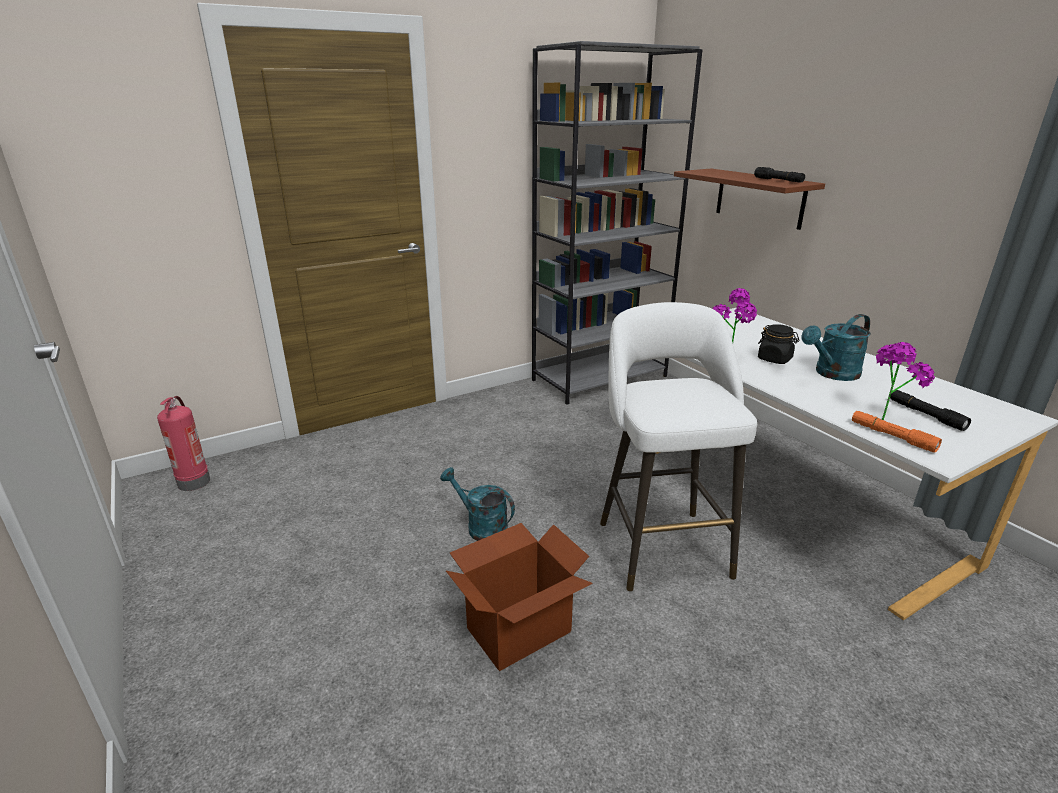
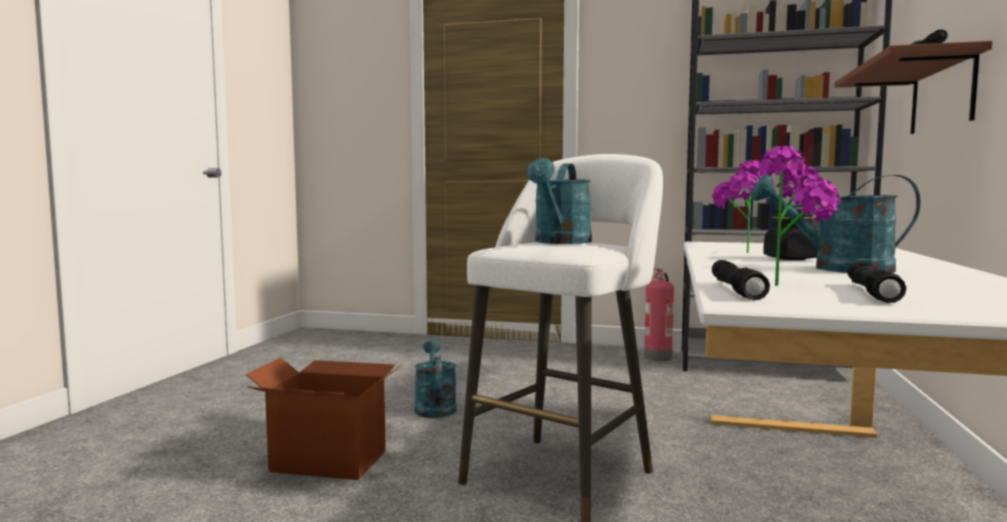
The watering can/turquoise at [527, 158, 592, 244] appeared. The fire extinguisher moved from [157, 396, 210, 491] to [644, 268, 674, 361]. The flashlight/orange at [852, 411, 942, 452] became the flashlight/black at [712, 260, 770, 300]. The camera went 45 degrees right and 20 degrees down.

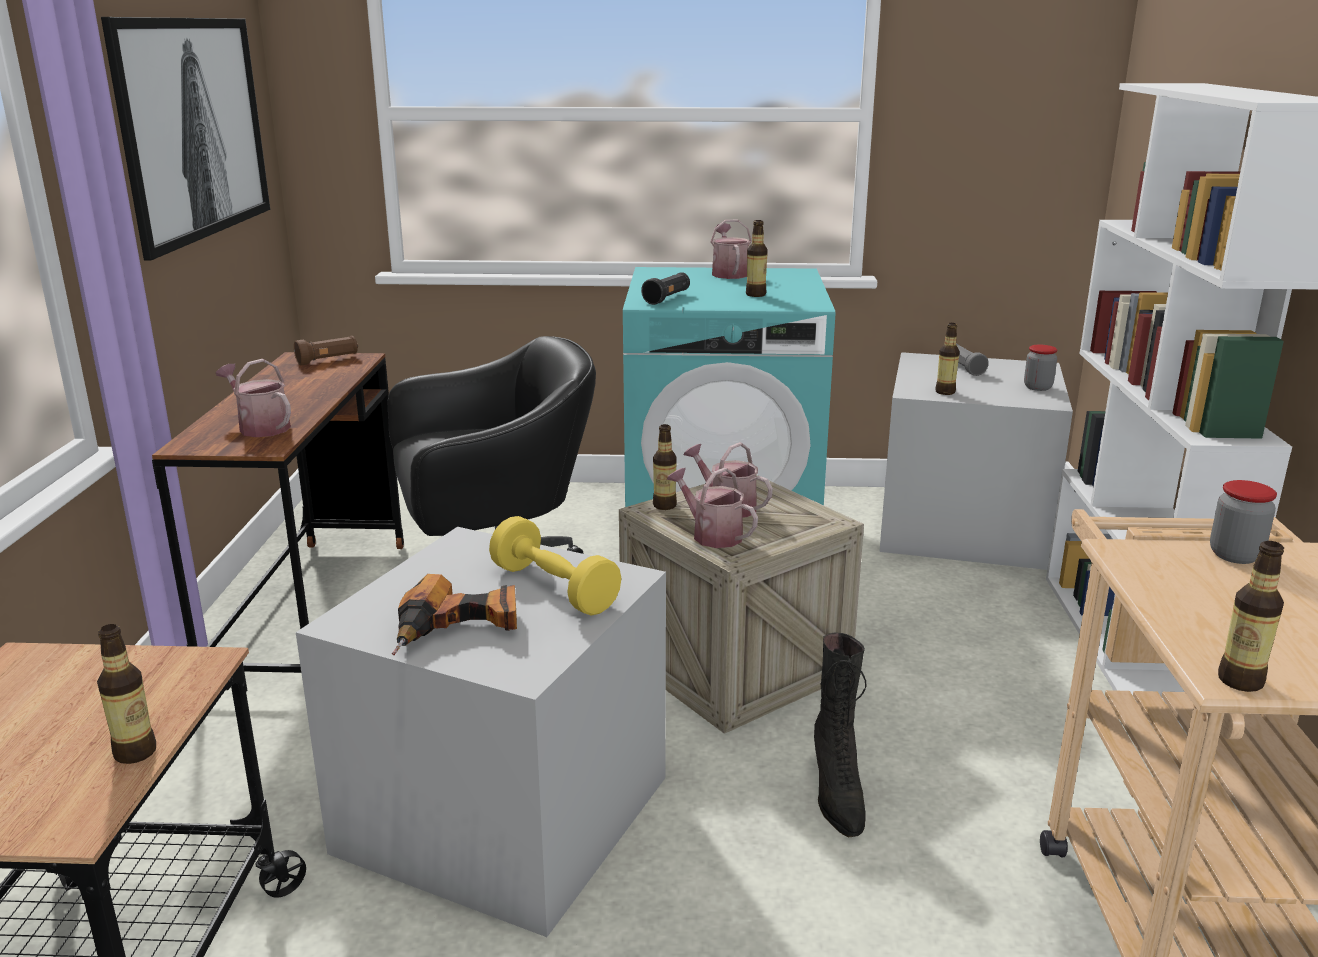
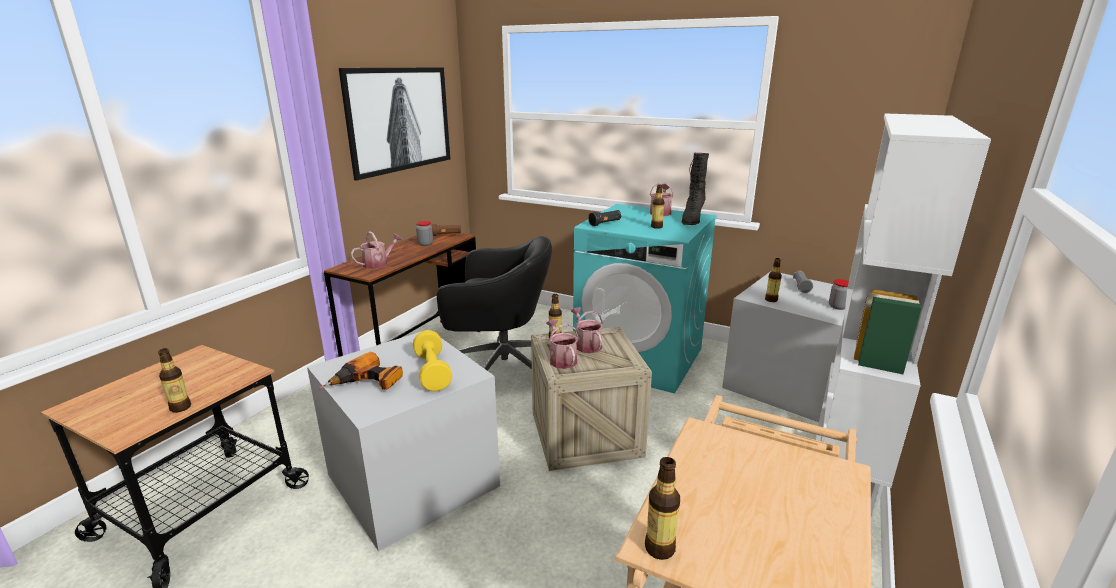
The boot/black moved from [814, 633, 866, 837] to [682, 153, 709, 225]. The jar moved from [1210, 480, 1277, 564] to [416, 221, 433, 246]. The watering can at [216, 359, 291, 437] turned 75 degrees clockwise. The camera went 25 degrees right and 0 degrees up.

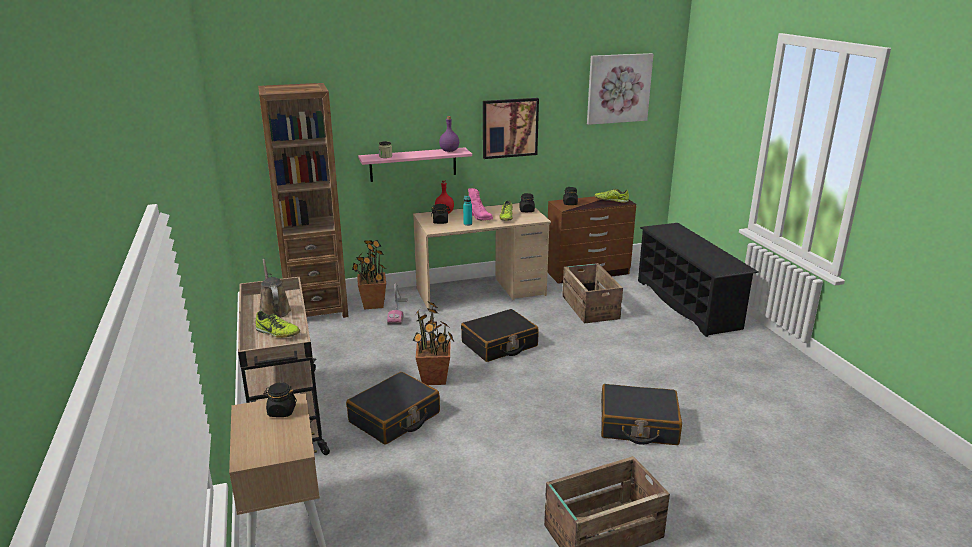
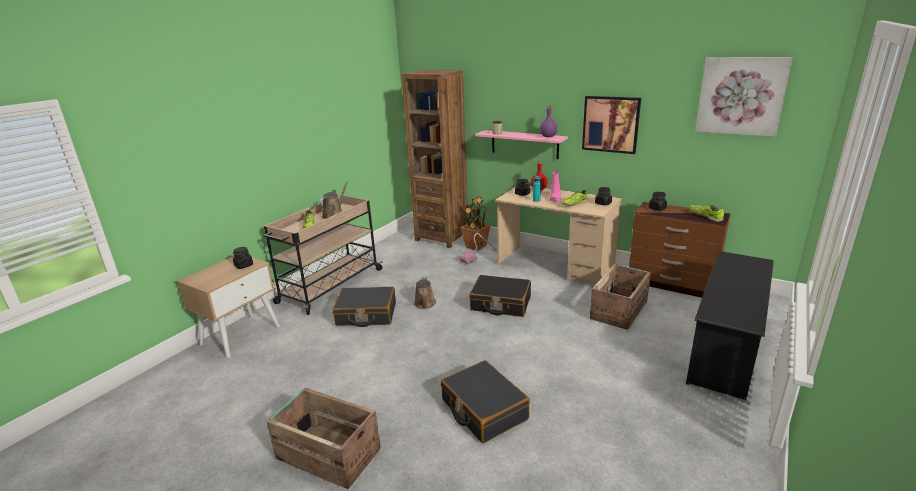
The potted plant at [412, 301, 454, 385] was replaced by the watering can/brown at [414, 277, 436, 309]. The camera went 50 degrees right and 0 degrees up.

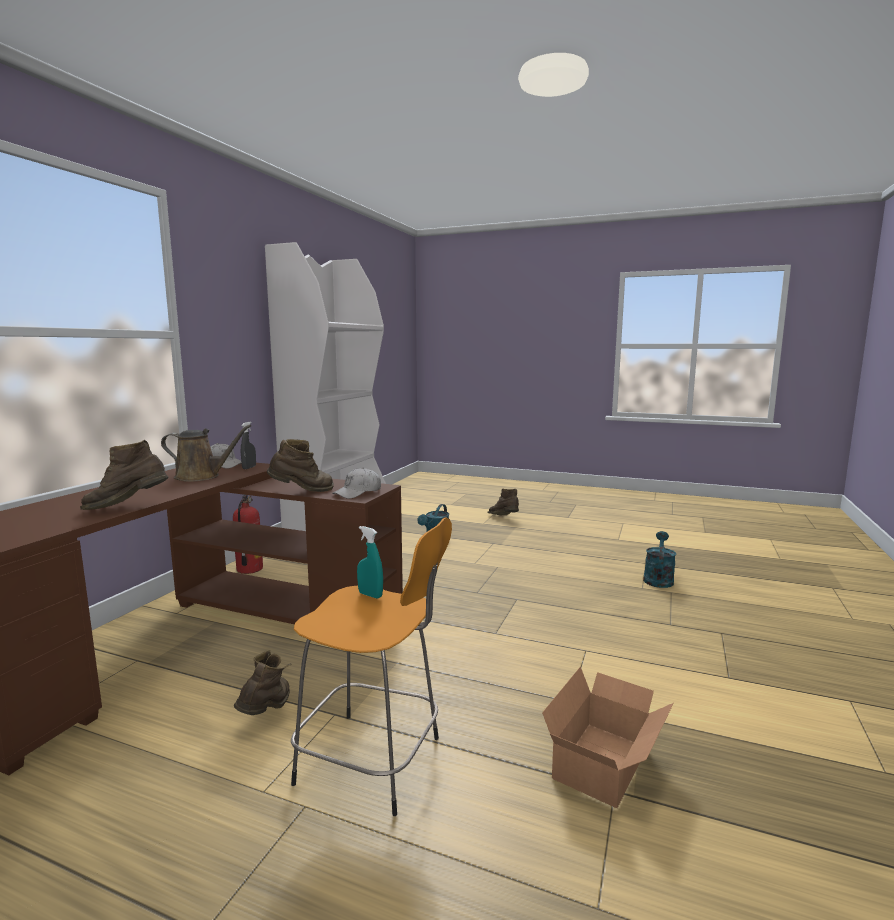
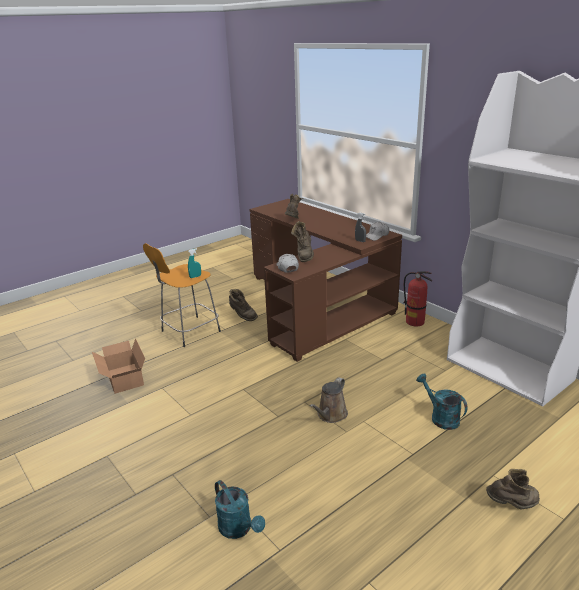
The watering can/brown moved from [161, 424, 251, 482] to [309, 378, 348, 423]. The camera went 120 degrees right and 15 degrees up.

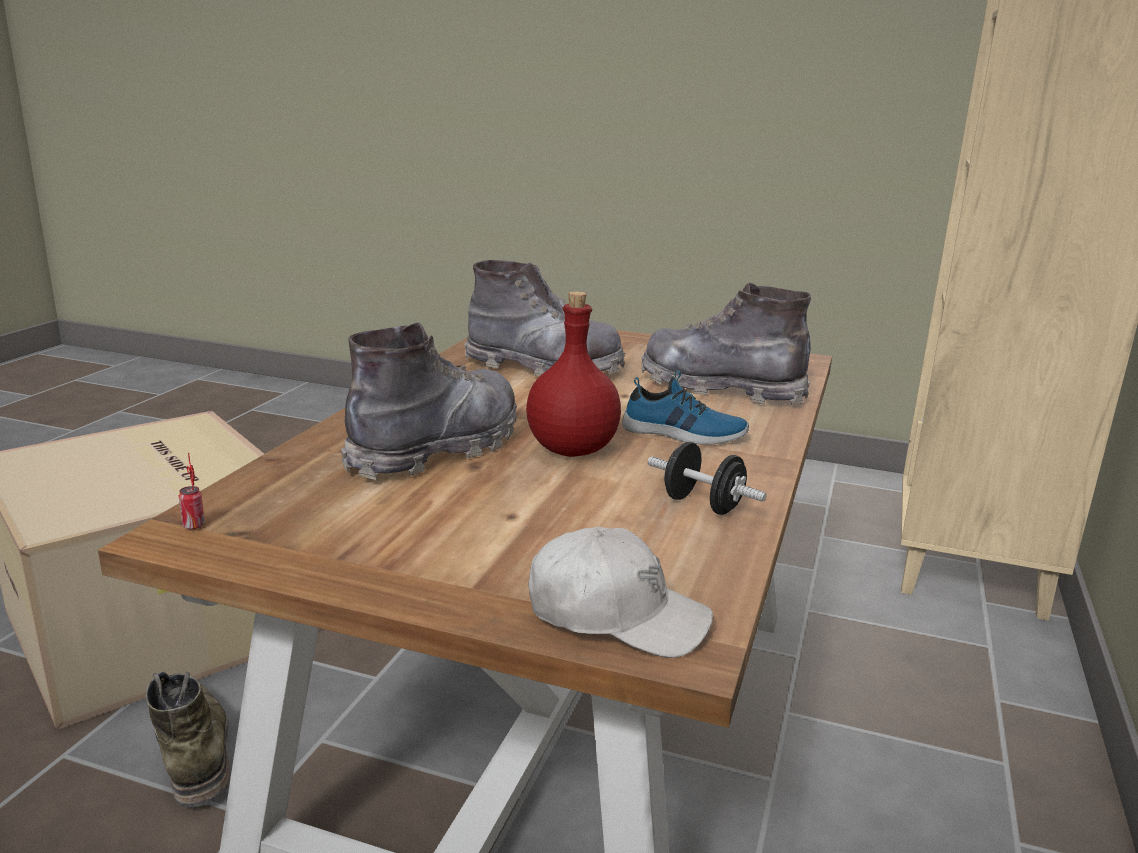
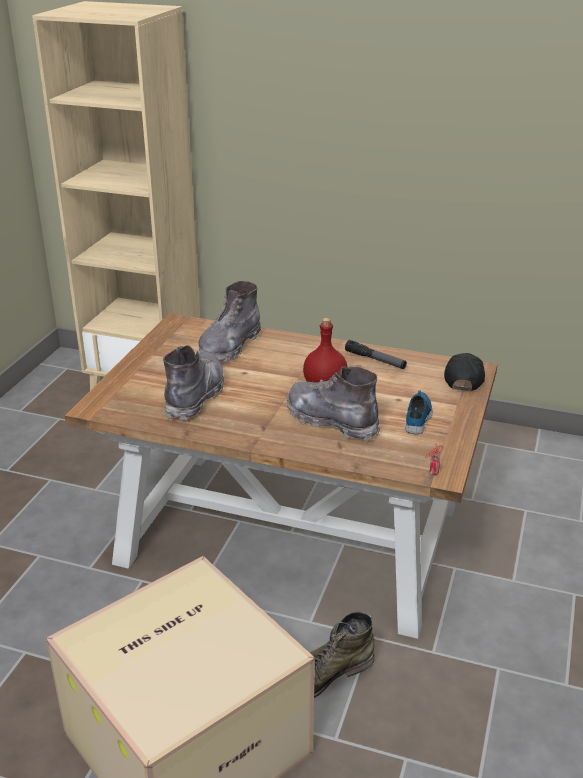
The shoe moved from [622, 370, 749, 444] to [405, 391, 433, 434]. The dumbbell/black at [648, 442, 767, 515] was replaced by the flashlight at [345, 340, 407, 369]. The cap/white at [528, 527, 713, 658] became the cap/black at [444, 353, 485, 390]. The camera went 90 degrees left and 10 degrees up.

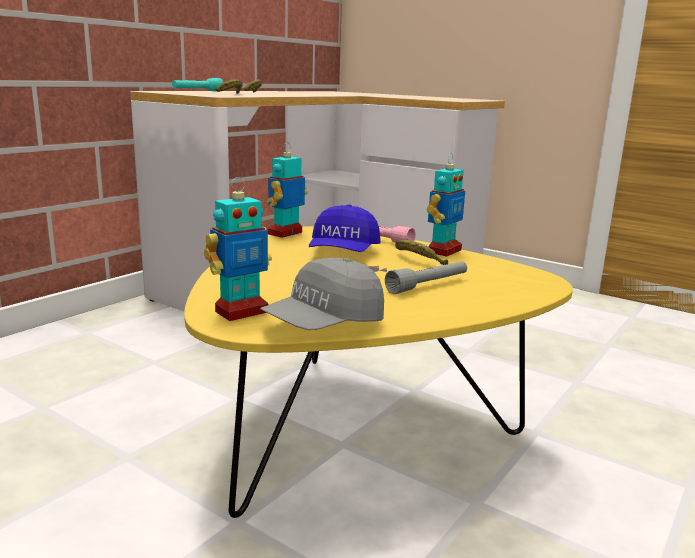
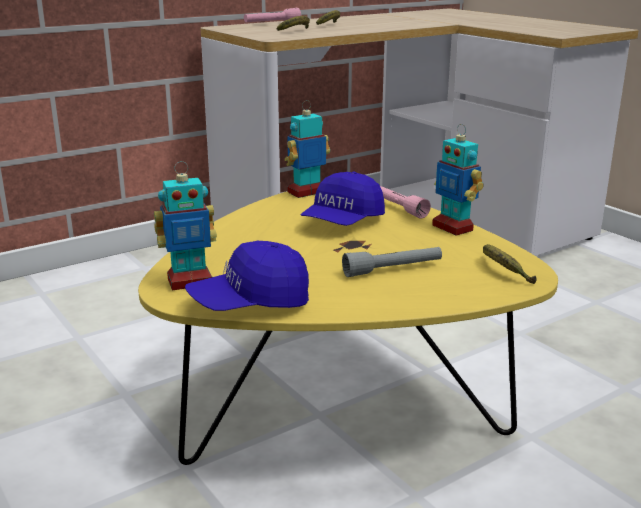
The banana moved from [395, 240, 448, 265] to [483, 244, 537, 284]. The flashlight/turquoise at [172, 78, 223, 91] became the flashlight/pink at [244, 8, 301, 22]. The cap/grey at [260, 258, 384, 330] became the cap/blue at [185, 241, 309, 311]. The toy robot at [427, 153, 465, 257] turned 90 degrees clockwise. The camera went 20 degrees right and 5 degrees up.

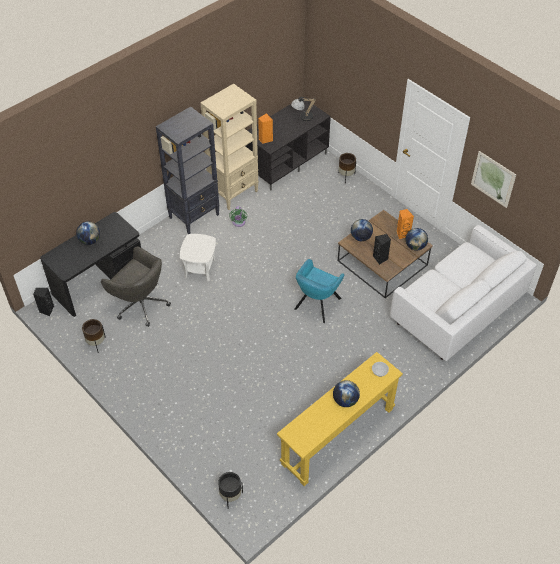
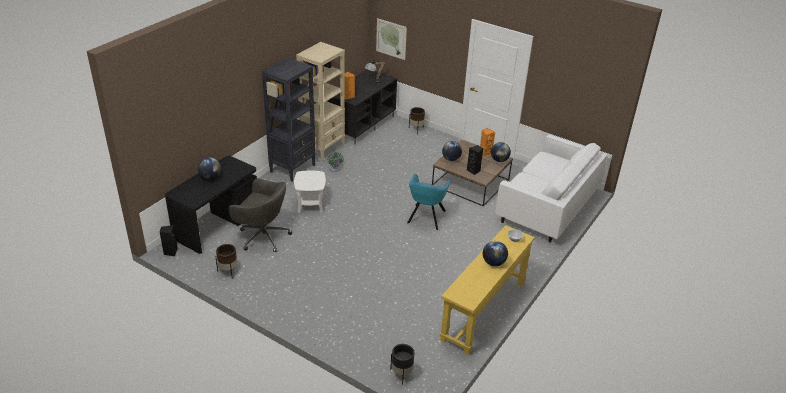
The picture moved from [471, 151, 516, 208] to [376, 18, 407, 60]. The camera went 15 degrees left and 15 degrees down.

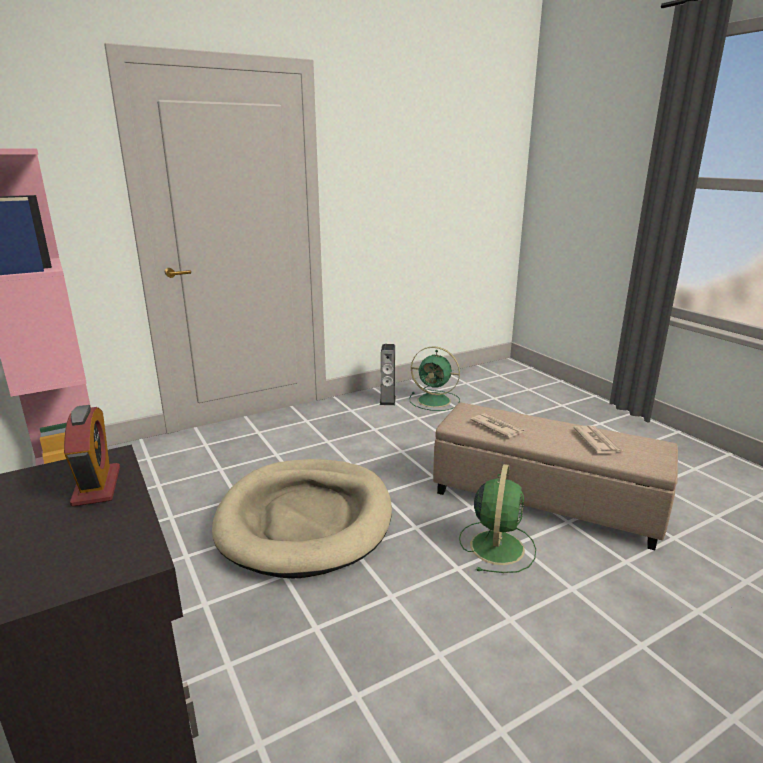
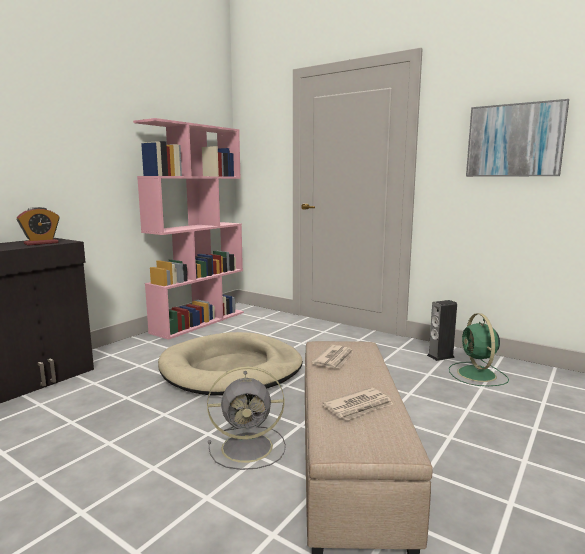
The picture at [466, 99, 569, 177] appeared. The fan/green at [459, 464, 536, 573] became the fan/grey at [207, 366, 286, 470]. The camera went 65 degrees right and 10 degrees down.

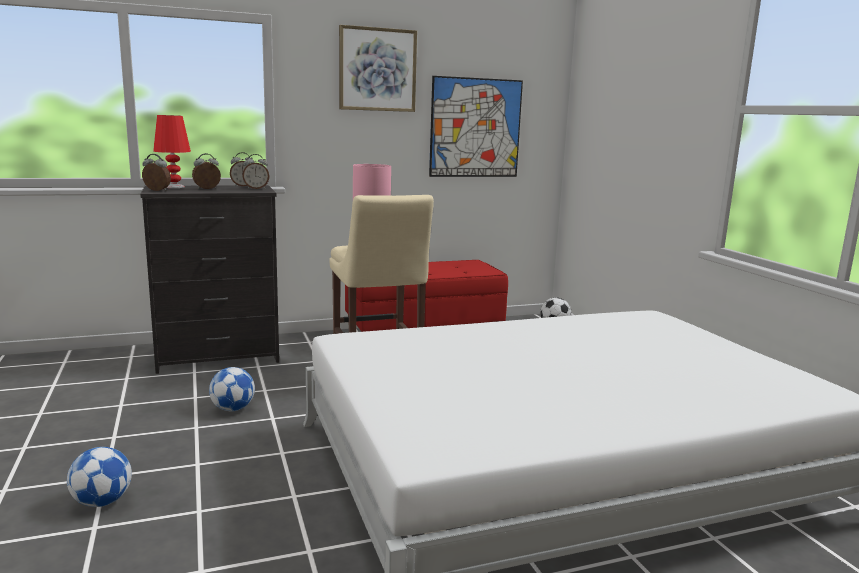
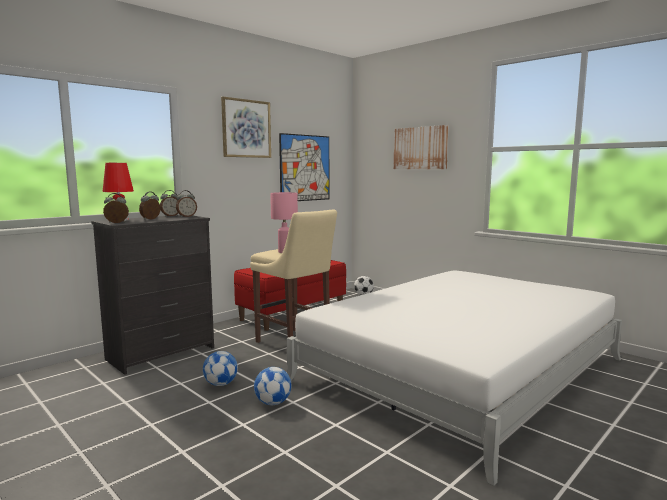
The picture at [394, 125, 449, 169] appeared. The football moved from [67, 447, 132, 507] to [254, 367, 291, 405]. The camera went 25 degrees left and 5 degrees down.

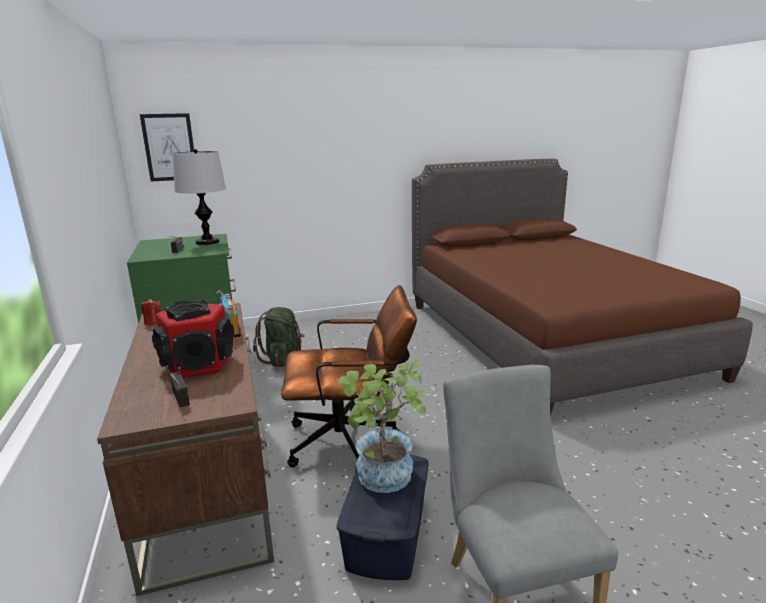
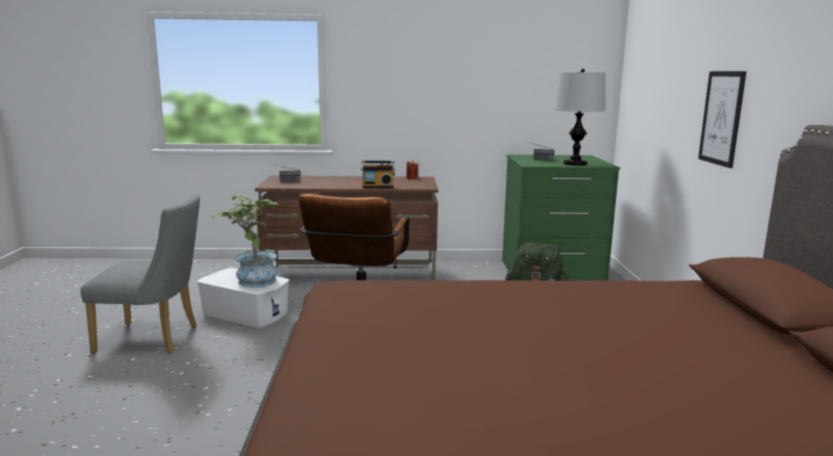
The speaker at [152, 300, 234, 378] disappeared. The picture moved from [140, 113, 194, 181] to [698, 71, 747, 168]. The storage box/blue at [336, 455, 429, 580] became the storage box/white at [197, 268, 290, 328]. The camera went 105 degrees right and 5 degrees down.

